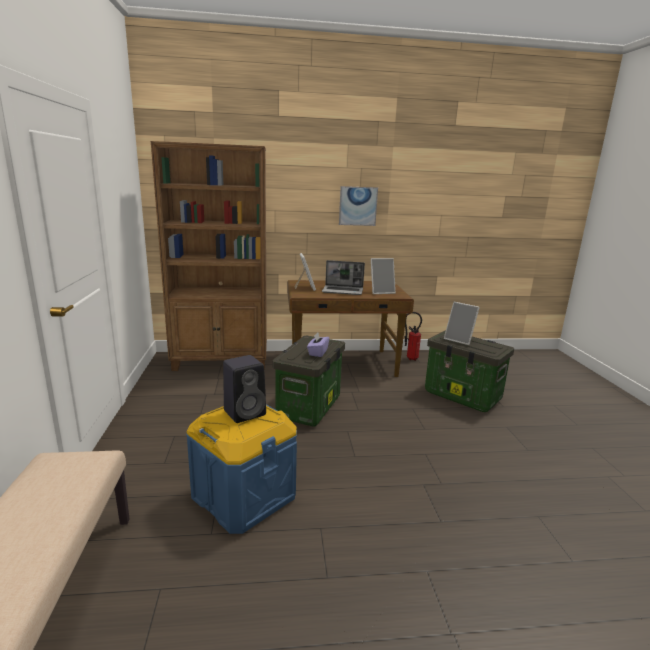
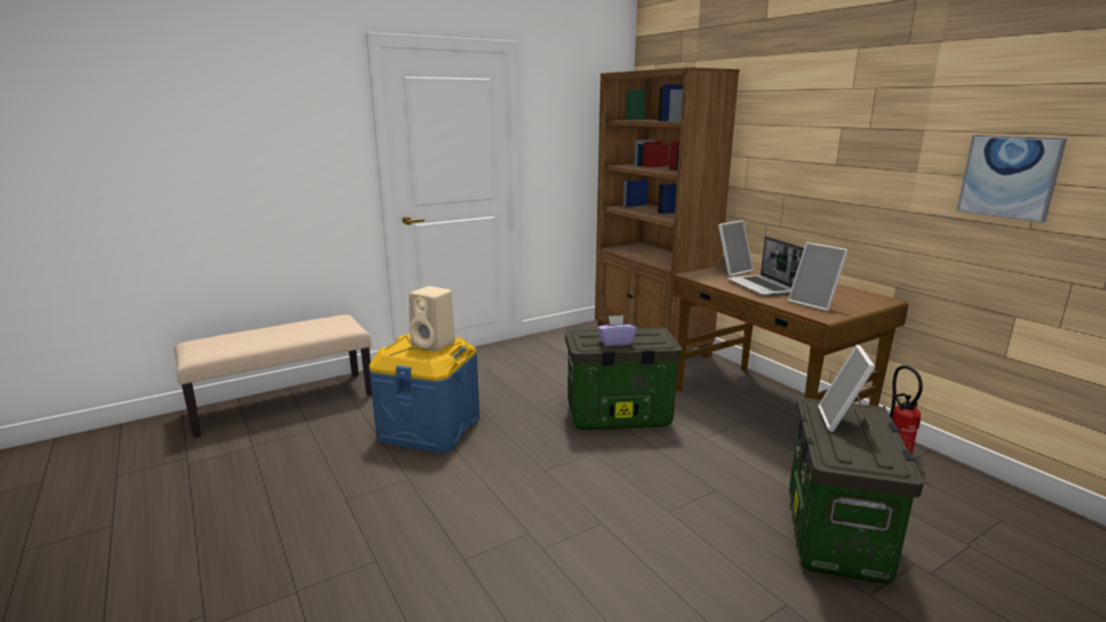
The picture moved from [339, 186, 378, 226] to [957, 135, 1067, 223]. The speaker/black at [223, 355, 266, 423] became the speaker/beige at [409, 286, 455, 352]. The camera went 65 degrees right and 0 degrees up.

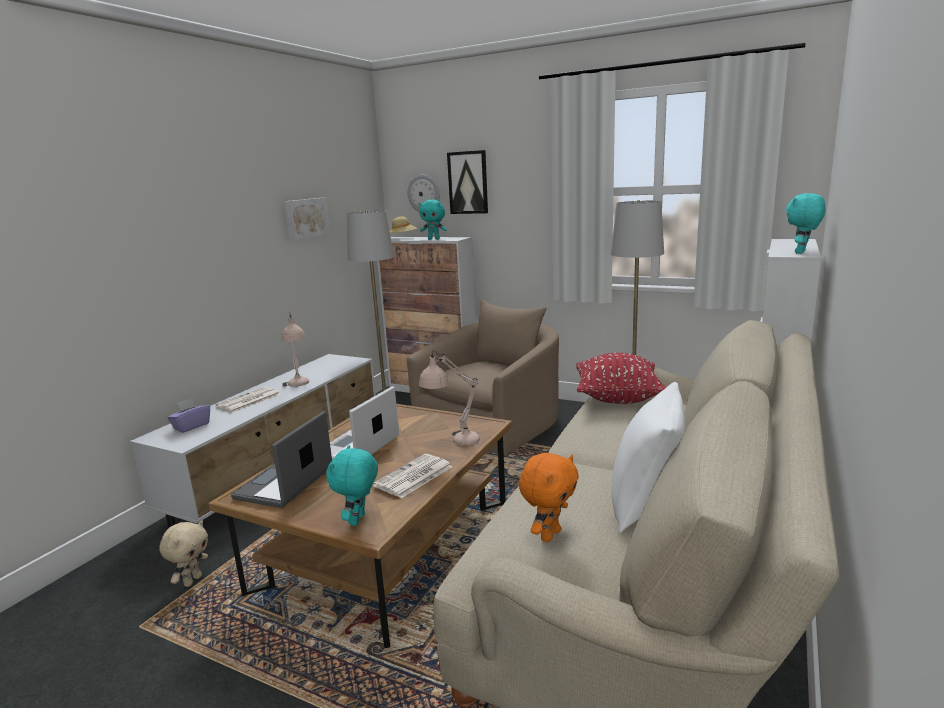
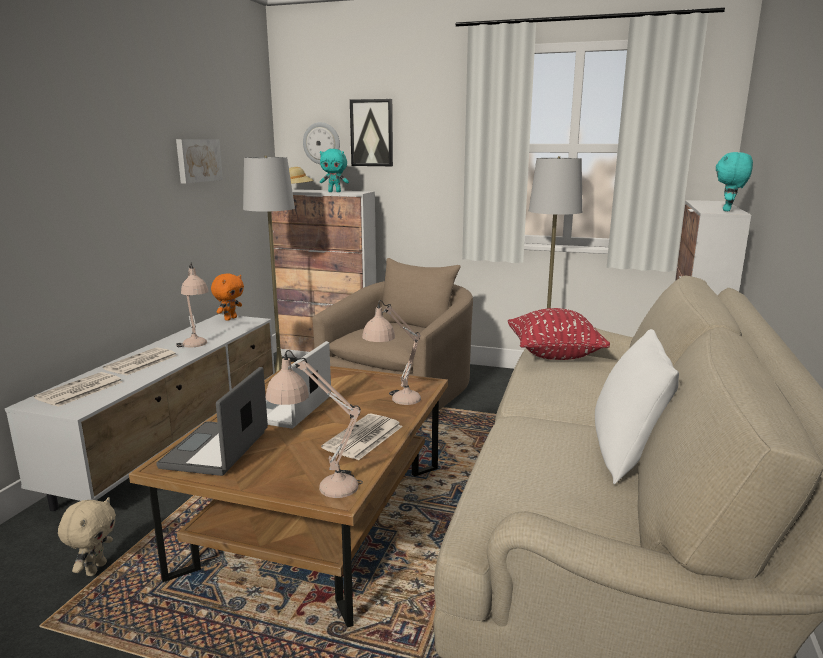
The plush toy/orange moved from [519, 453, 579, 542] to [211, 273, 244, 321]. The tissue box/purple at [167, 398, 210, 433] was replaced by the newspaper at [34, 372, 123, 407]. The plush toy/turquoise at [326, 445, 378, 526] was replaced by the table lamp/beige at [265, 350, 363, 498]. The camera went 10 degrees left and 0 degrees up.

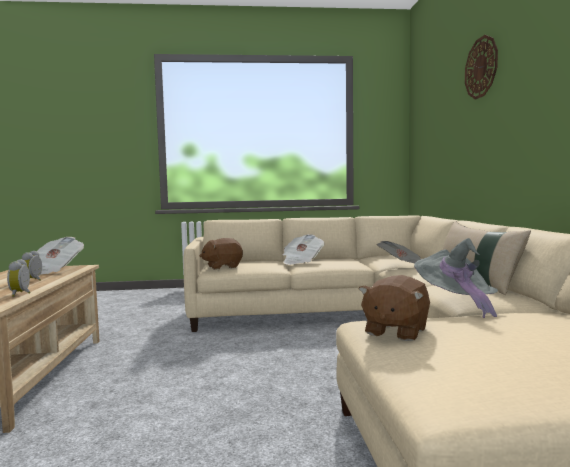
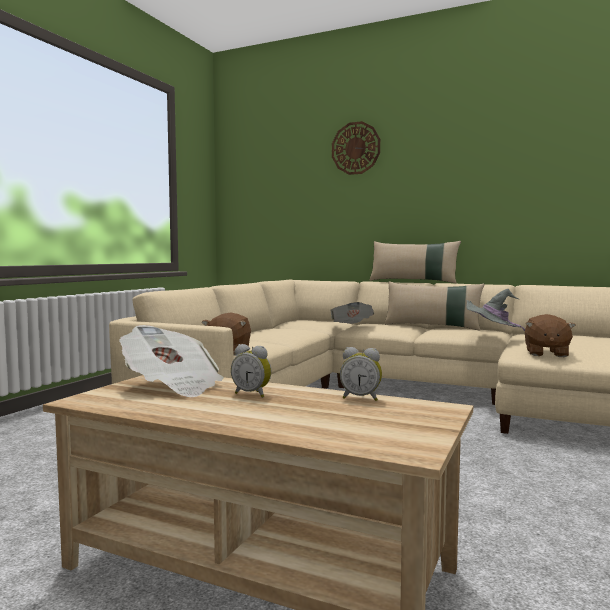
The newspaper at [283, 234, 325, 265] disappeared. The pillow/beige at [370, 241, 461, 283] appeared. The plush toy/brown at [359, 275, 430, 341] turned 45 degrees clockwise. The camera went 60 degrees left and 0 degrees up.

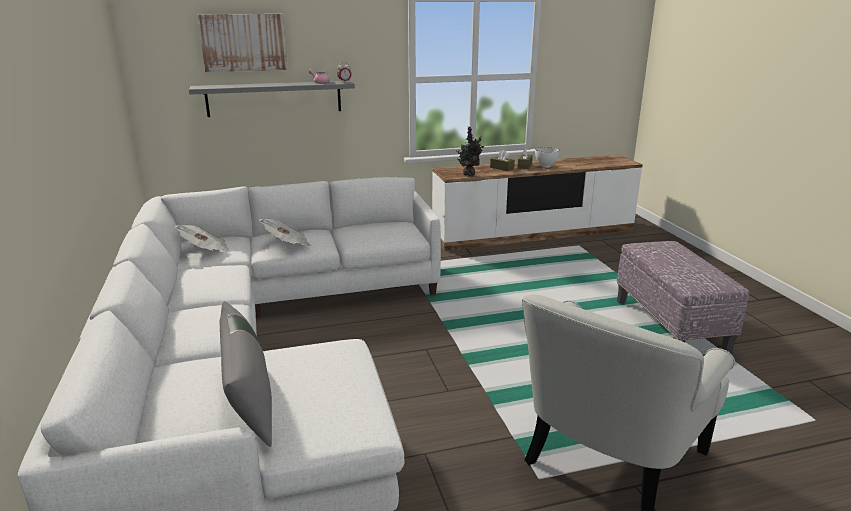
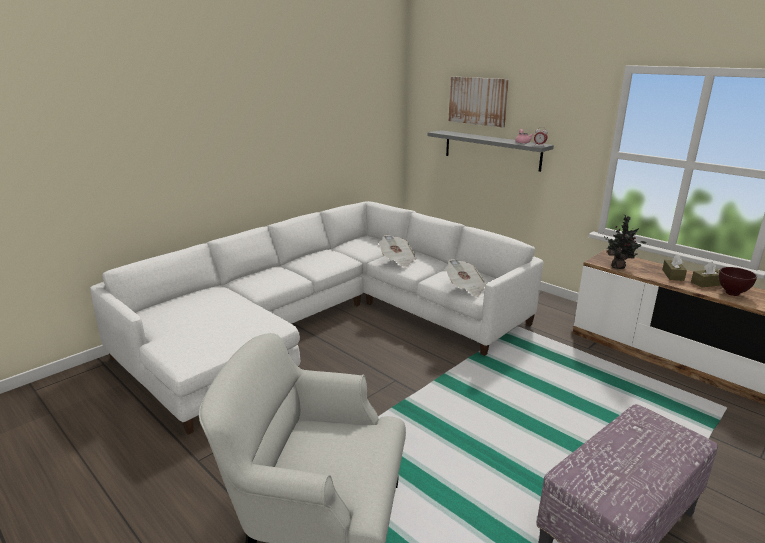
The pillow/grey at [219, 301, 272, 447] disappeared. The newspaper moved from [175, 225, 230, 252] to [445, 259, 486, 297]. The bowl/white at [535, 147, 560, 168] became the bowl/brown at [719, 267, 757, 296]. The camera went 60 degrees right and 0 degrees up.

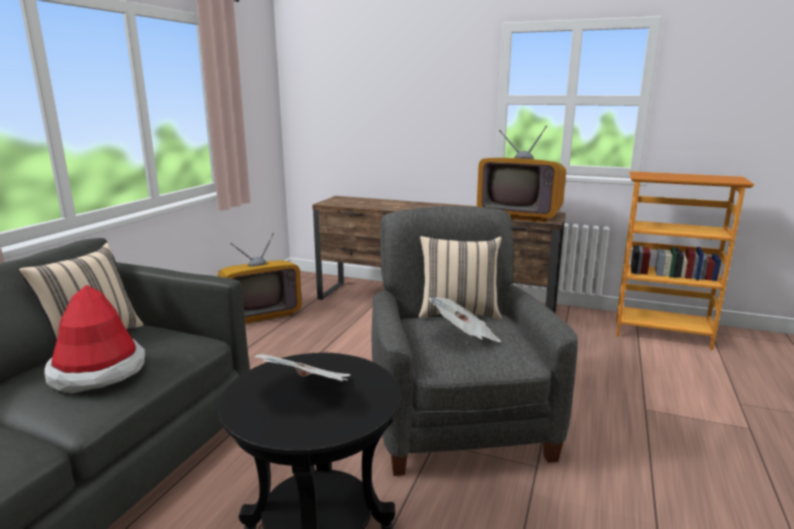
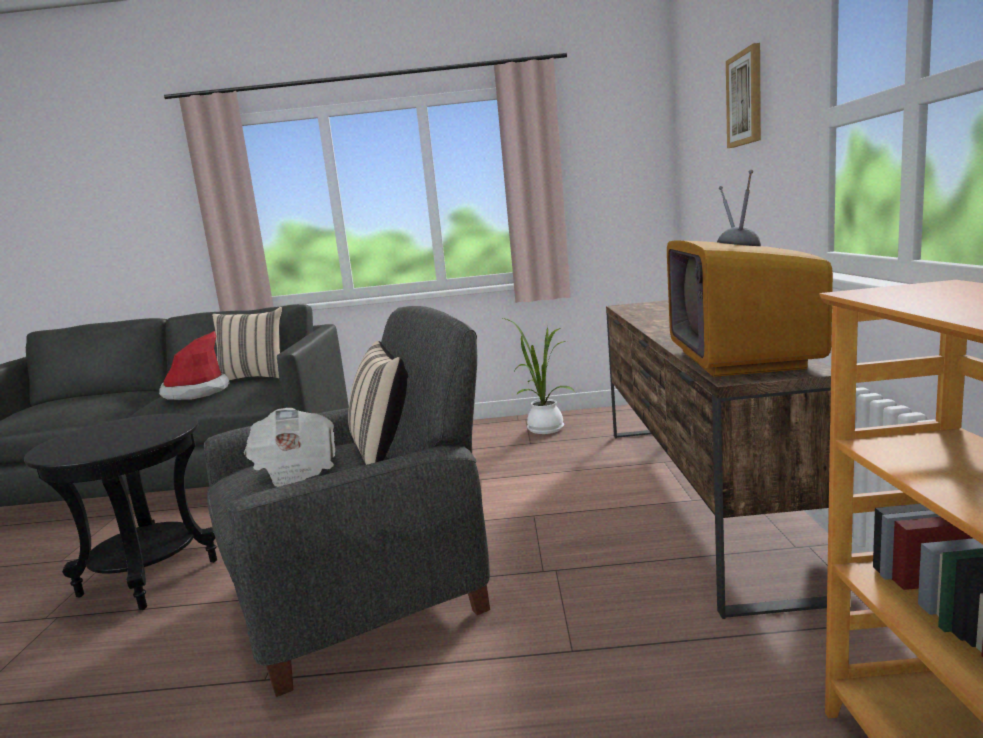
The newspaper at [254, 354, 350, 381] disappeared. The picture at [726, 43, 761, 148] appeared. The television at [218, 233, 302, 324] was replaced by the potted plant at [503, 318, 575, 434]. The camera went 70 degrees right and 5 degrees down.

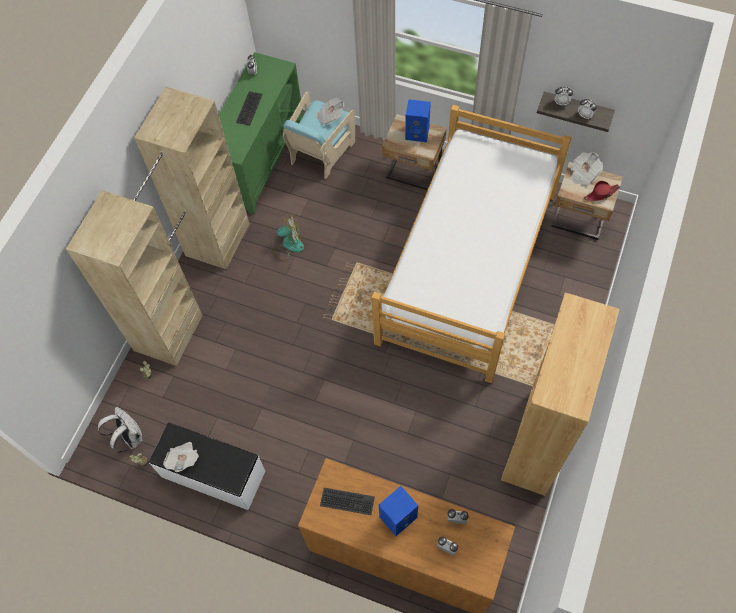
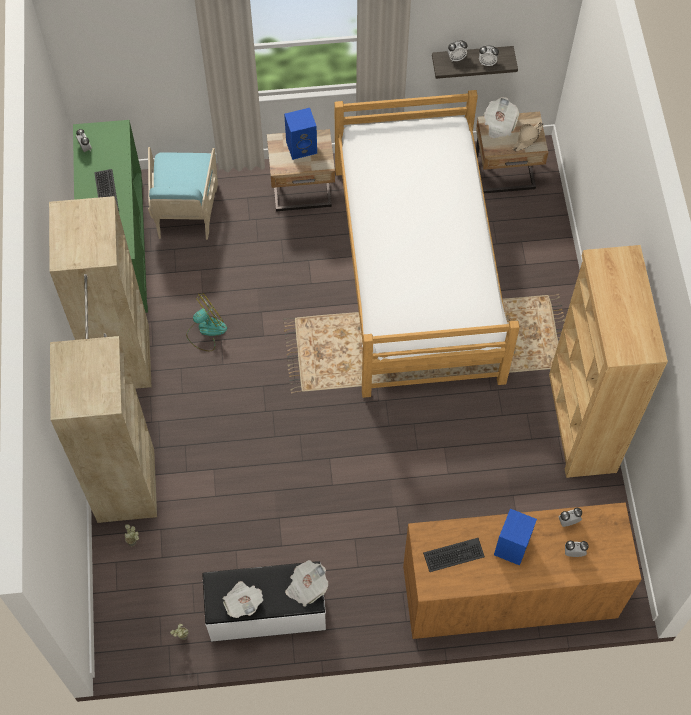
The backpack/white at [98, 407, 142, 453] disappeared. The newspaper moved from [315, 98, 344, 126] to [285, 560, 328, 607]. The hat/red at [584, 181, 620, 201] became the hat/beige at [513, 122, 544, 151]. The camera went 30 degrees left and 0 degrees up.

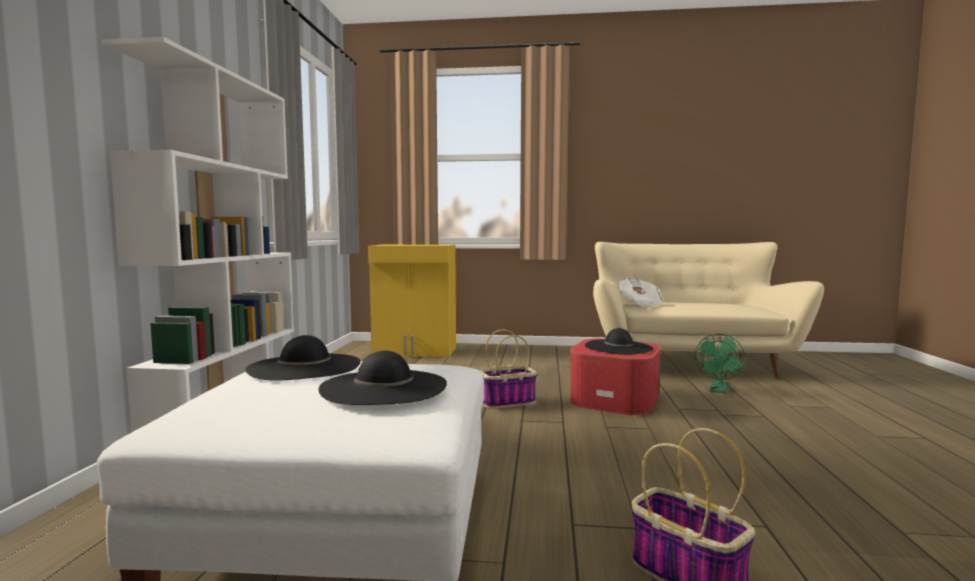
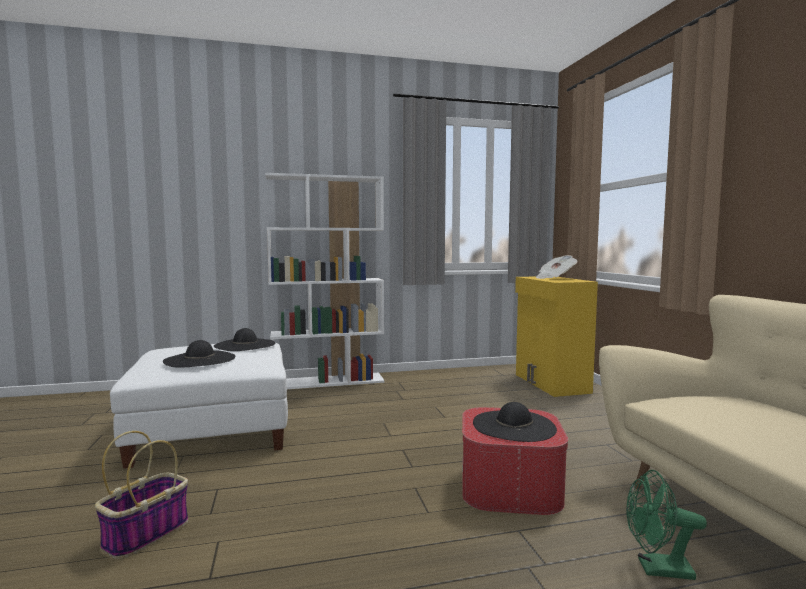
The basket at [480, 329, 537, 409] disappeared. The newspaper moved from [619, 277, 664, 308] to [536, 255, 578, 279]. The camera went 70 degrees right and 0 degrees up.

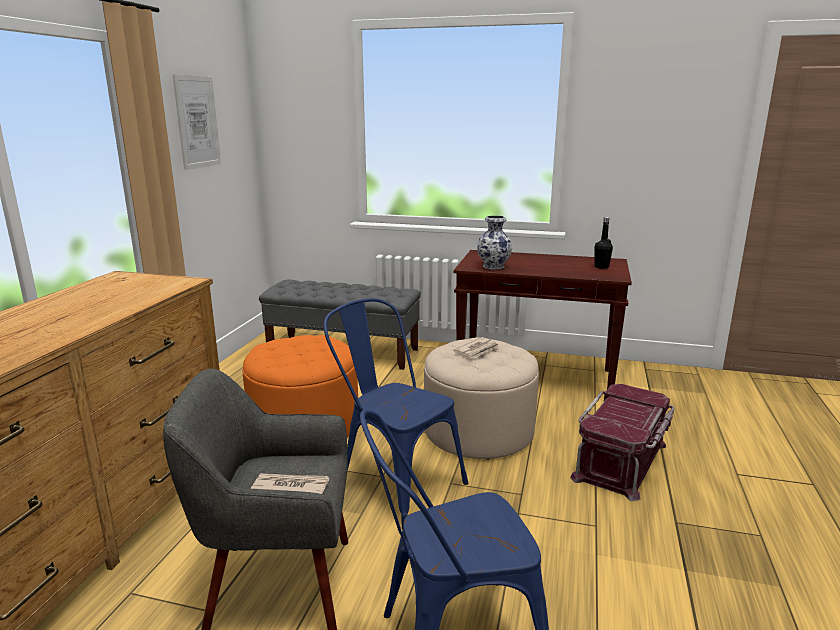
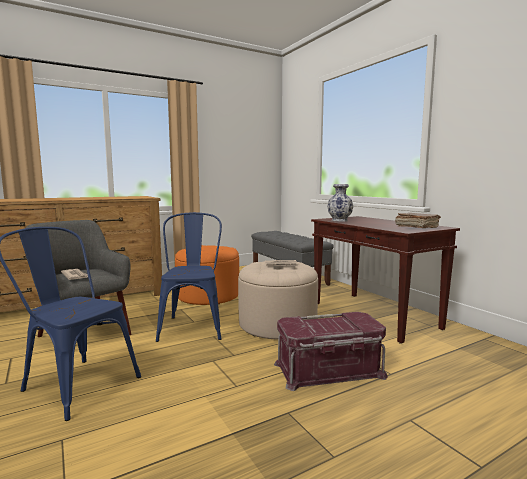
The picture at [172, 74, 221, 170] disappeared. The bottle/black at [594, 217, 613, 269] was replaced by the book/brown at [395, 213, 441, 228]. The camera went 45 degrees right and 10 degrees down.

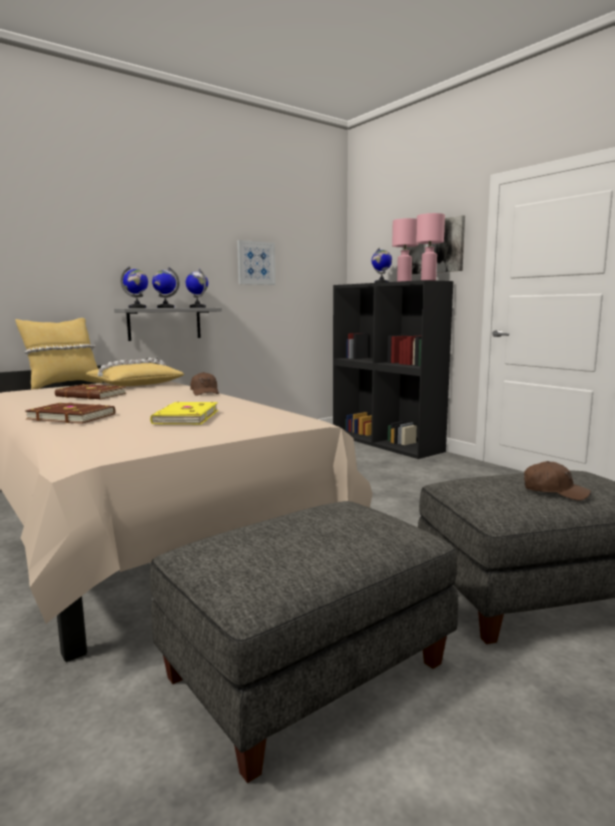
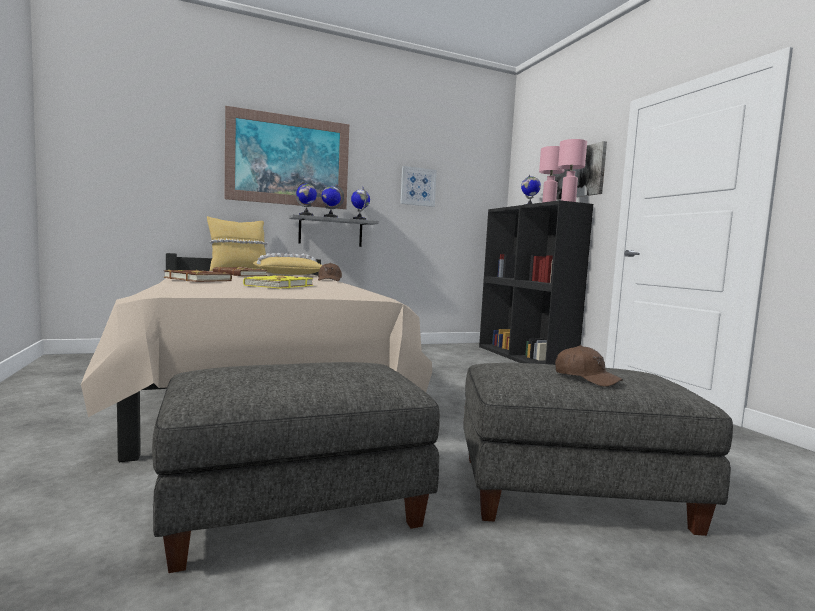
The picture at [224, 106, 349, 209] appeared. The camera went 15 degrees right and 5 degrees down.

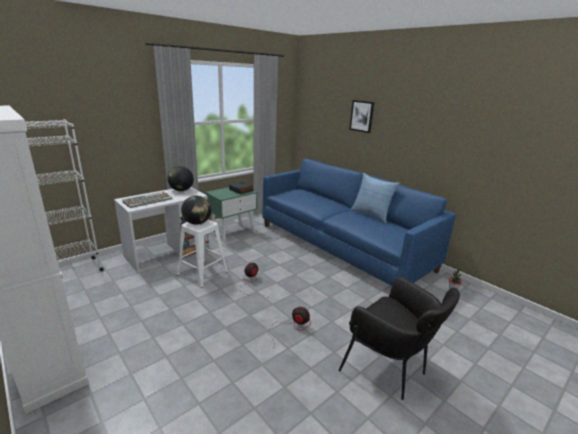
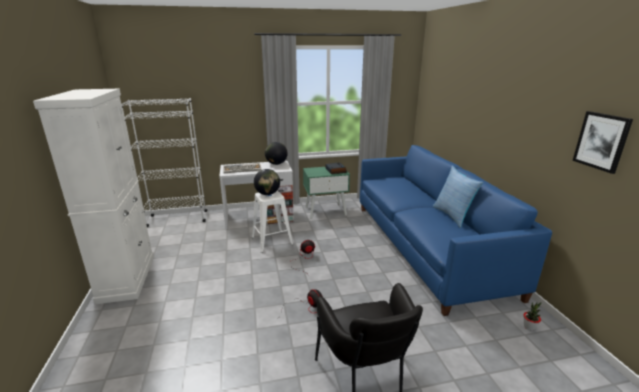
The picture moved from [349, 100, 374, 133] to [573, 111, 633, 174]. The camera went 30 degrees right and 0 degrees up.

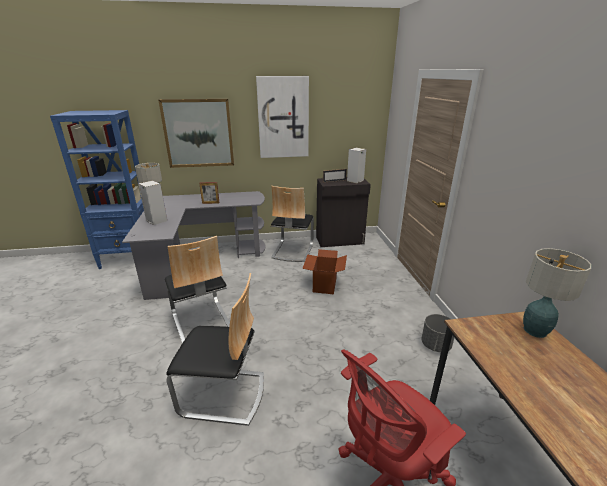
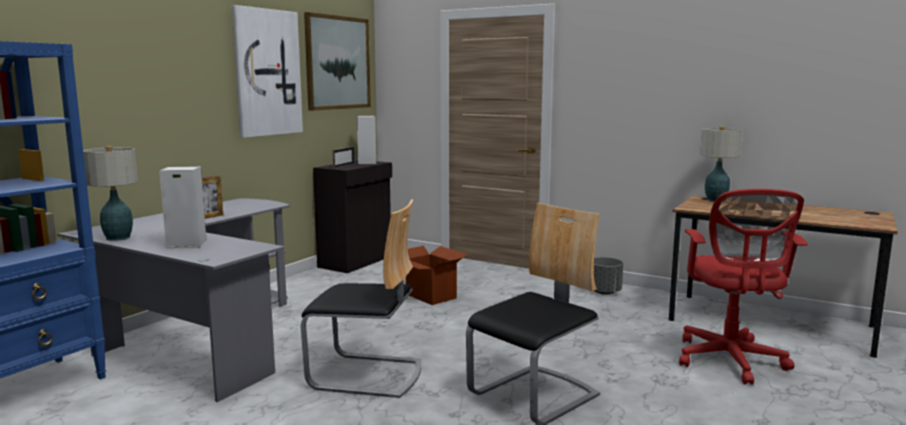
The chair at [271, 186, 314, 262] disappeared. The picture moved from [158, 99, 234, 168] to [304, 12, 371, 111]. The camera went 50 degrees left and 15 degrees down.

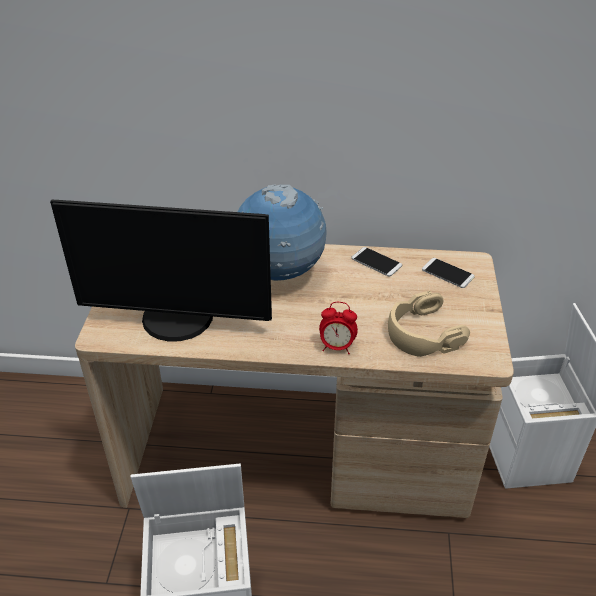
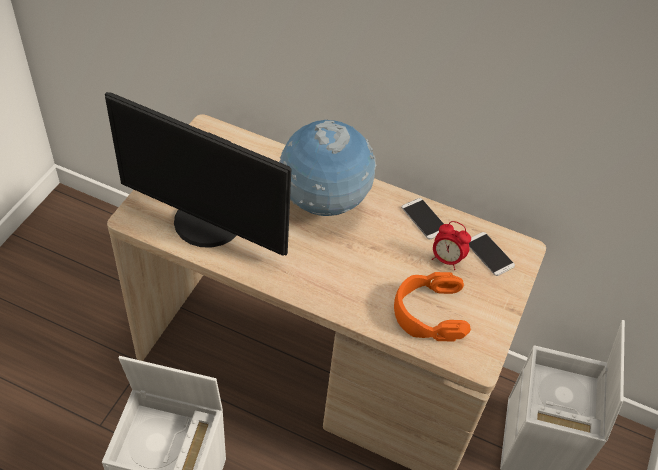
The alarm clock moved from [319, 302, 358, 354] to [432, 221, 471, 270]. The headphones/beige at [388, 291, 470, 357] became the headphones/orange at [394, 272, 471, 341]. The camera went 15 degrees right and 10 degrees up.

